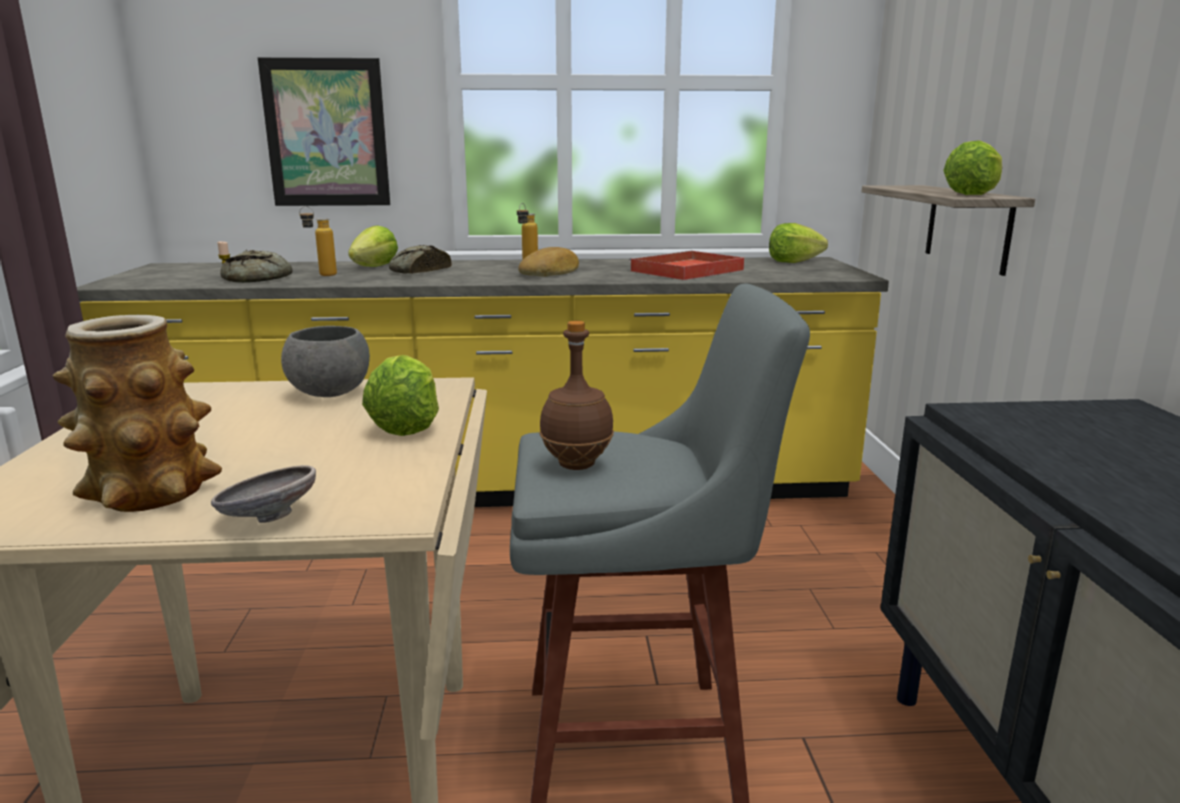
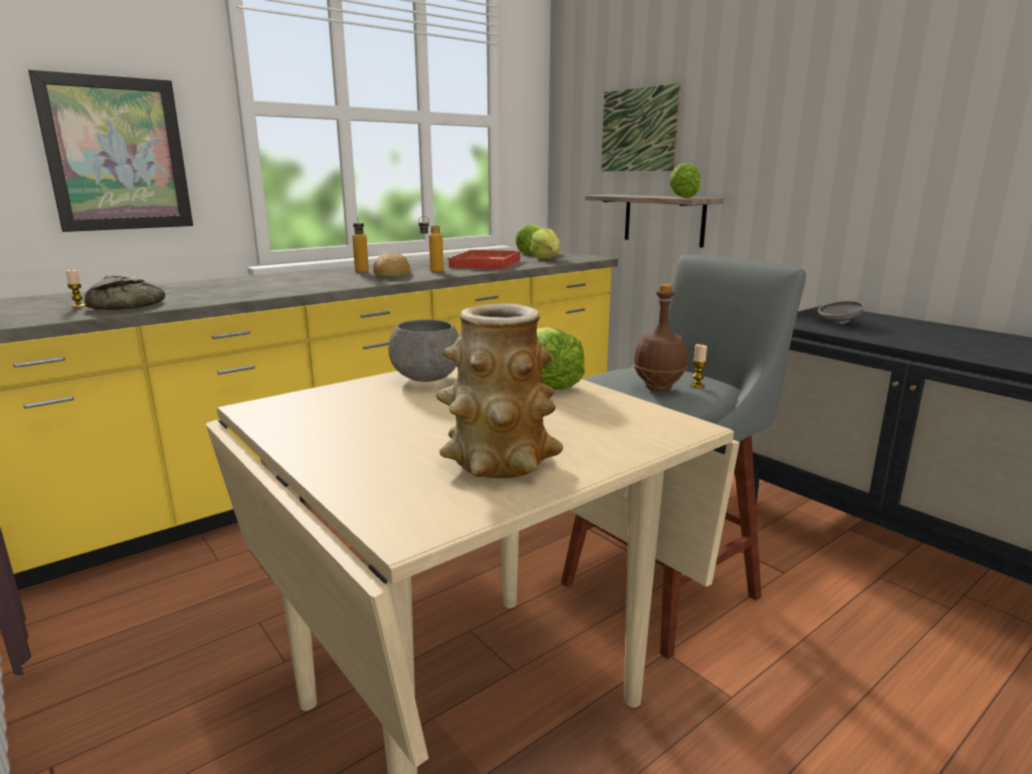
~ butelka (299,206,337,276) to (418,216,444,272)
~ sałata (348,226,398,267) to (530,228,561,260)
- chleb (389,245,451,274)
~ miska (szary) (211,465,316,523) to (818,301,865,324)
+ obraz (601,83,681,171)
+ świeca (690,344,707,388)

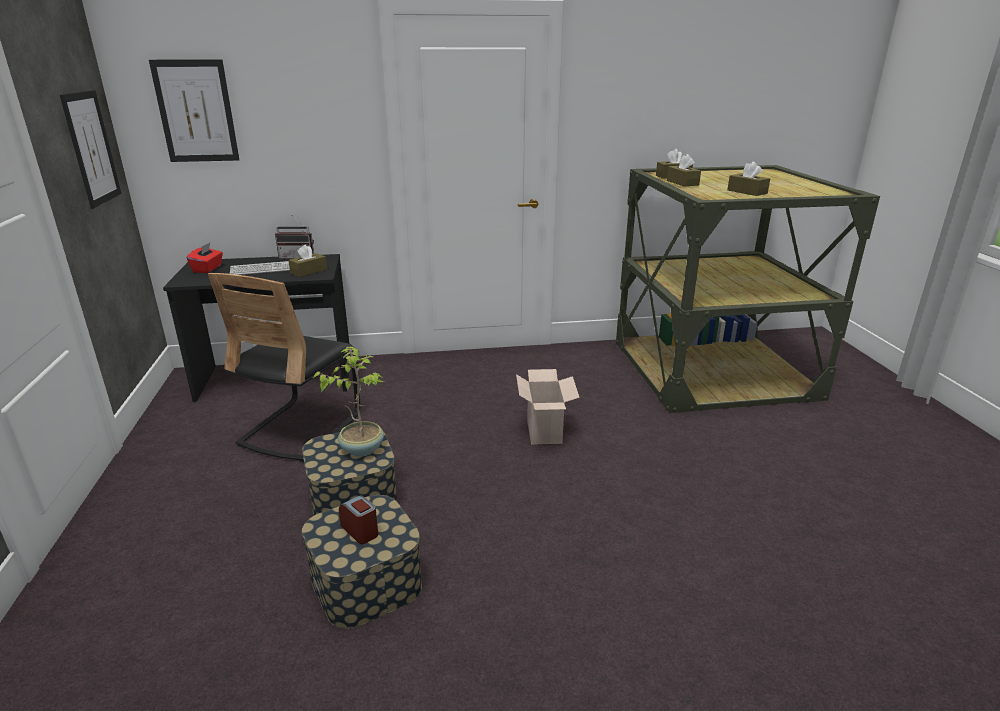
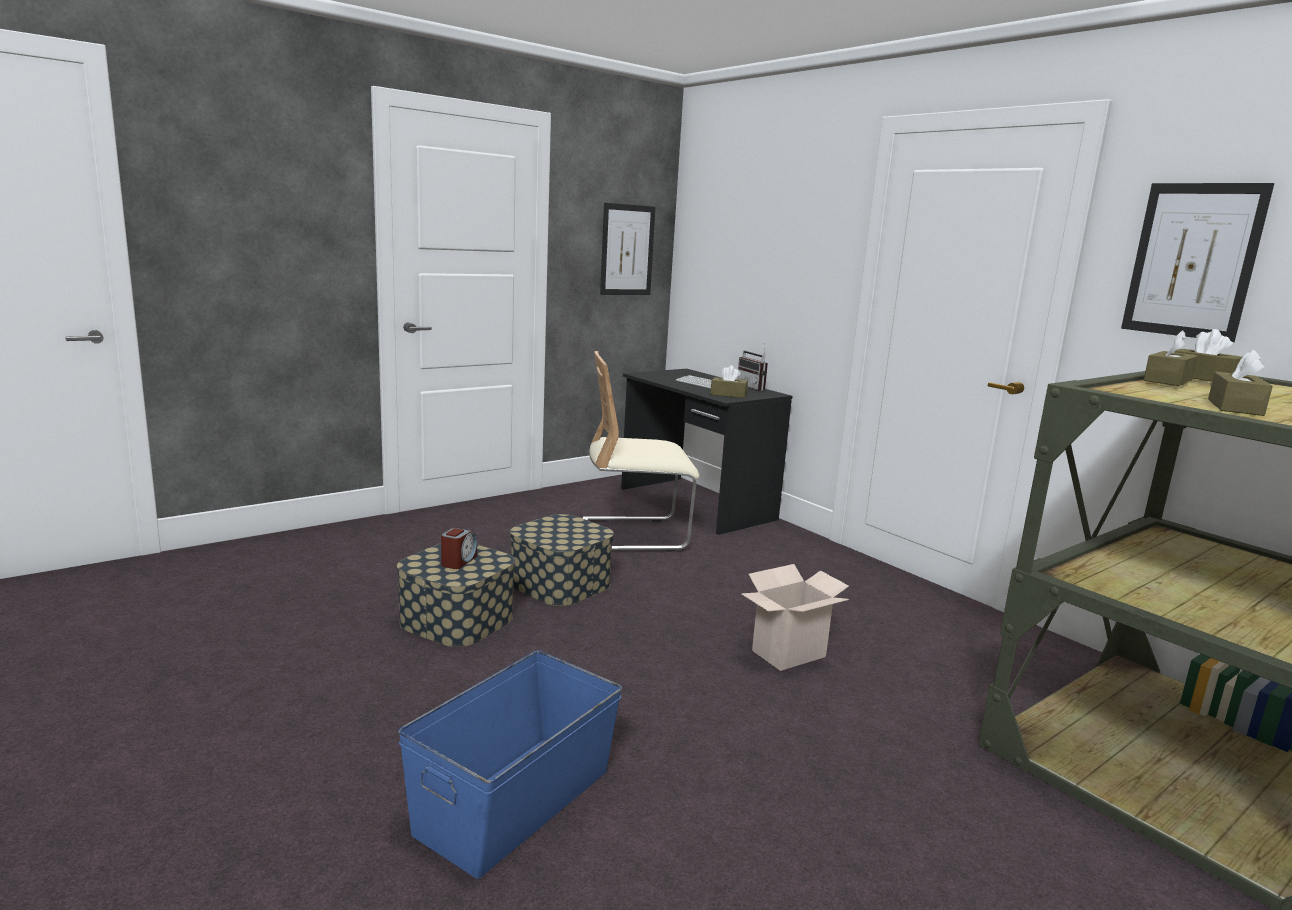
~ obraz (149,59,239,162) to (1121,183,1274,342)
- pudełko chusteczek (czerwony) (187,243,223,273)
~ krzesło (czarny) (208,273,361,462) to krzesło (beżowy) (583,351,700,552)
- roślina doniczkowa (312,347,384,457)
+ pojemnik do przechowywania (niebieski) (398,650,622,879)

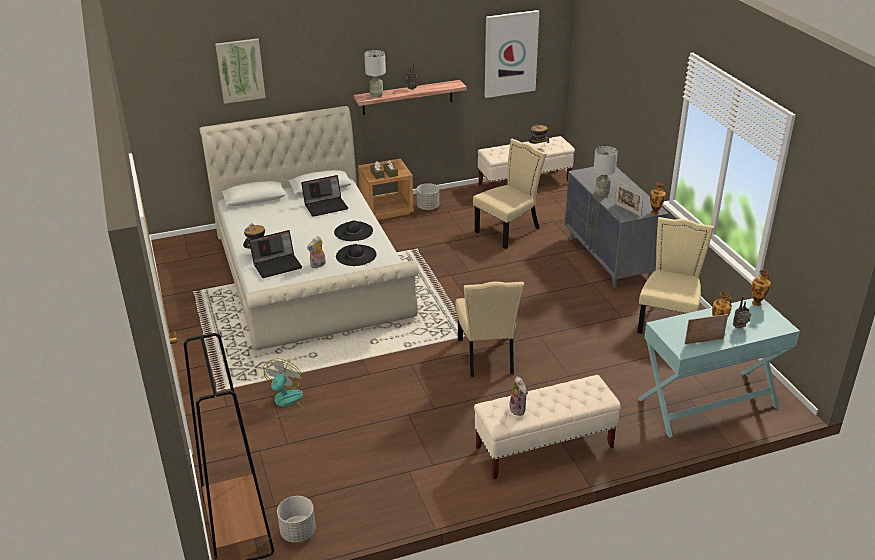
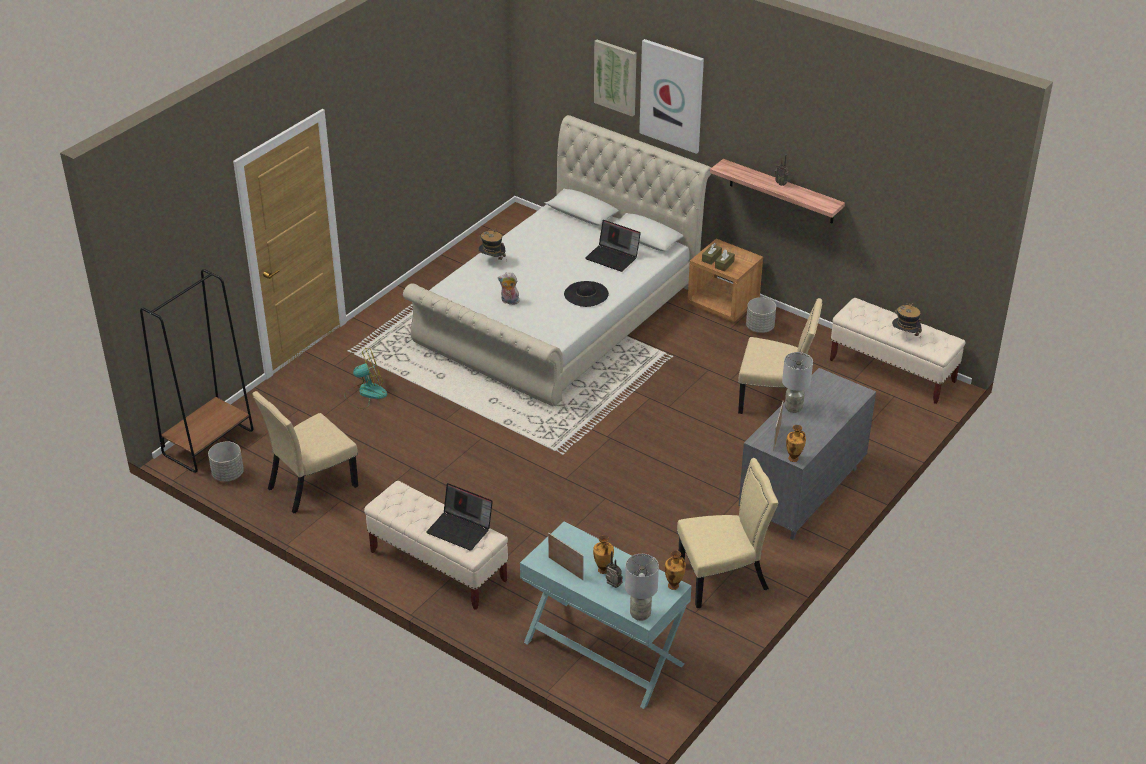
~ obraz (485,10,539,98) to (639,39,704,154)
~ lampa stołowa (szary) (364,50,386,98) to (625,554,659,621)
~ laptop (249,230,302,278) to (426,483,493,551)
- kapelusz (czarny) (336,244,377,266)
~ krzesło (beżowy) (455,282,524,377) to (252,391,358,514)
- pluszak (509,376,528,416)

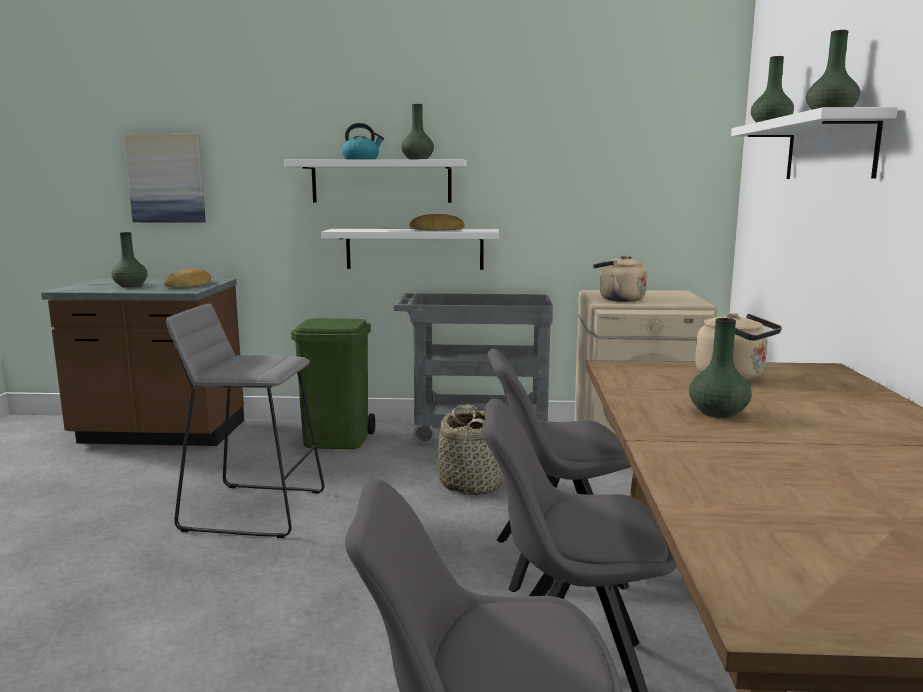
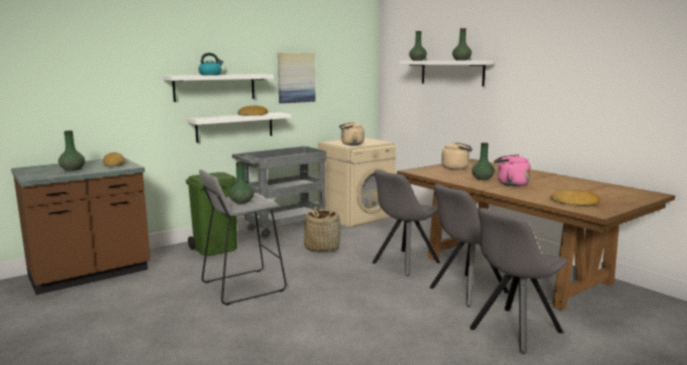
~ wazon (zielony) (401,104,434,159) to (229,162,254,204)
~ obraz (124,134,206,223) to (278,53,315,103)
+ czajnik (różowy) (494,154,531,186)
+ chleb (550,189,600,206)

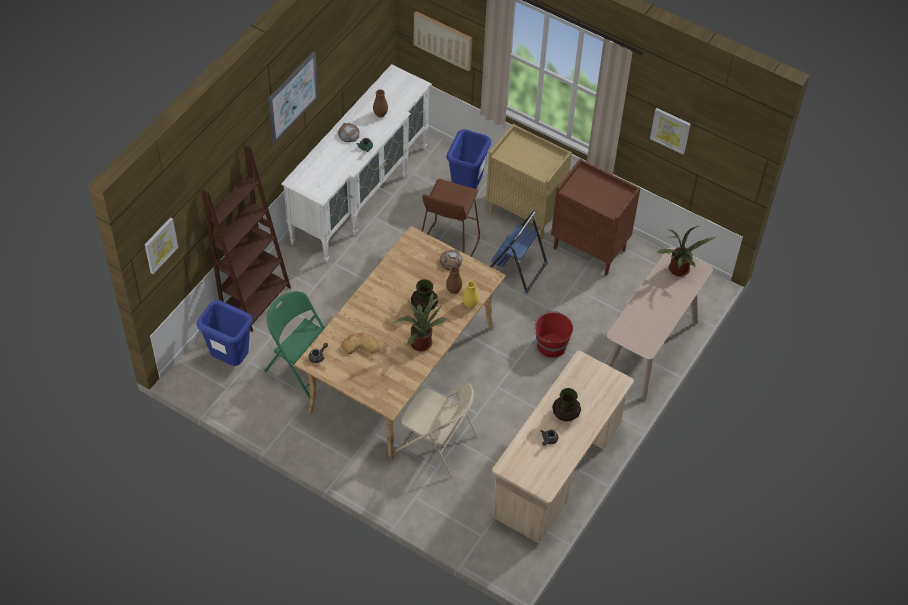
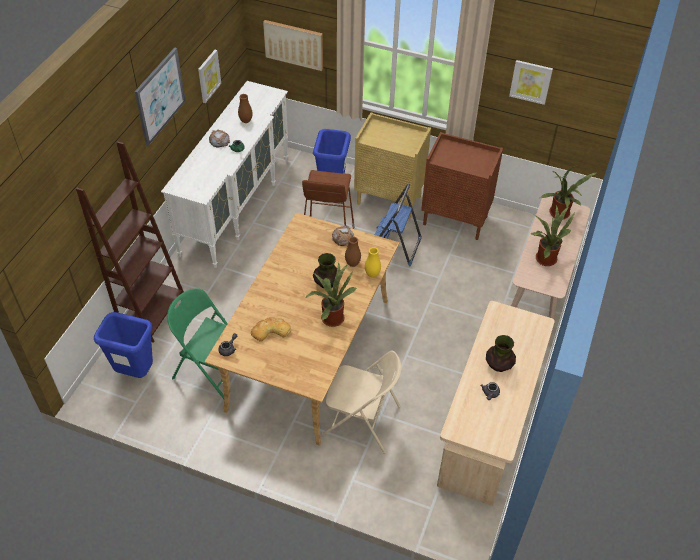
~ obraz (145,218,178,274) to (198,50,221,103)
- wiadro (czerwony) (533,311,573,358)
+ roślina doniczkowa (530,205,575,266)

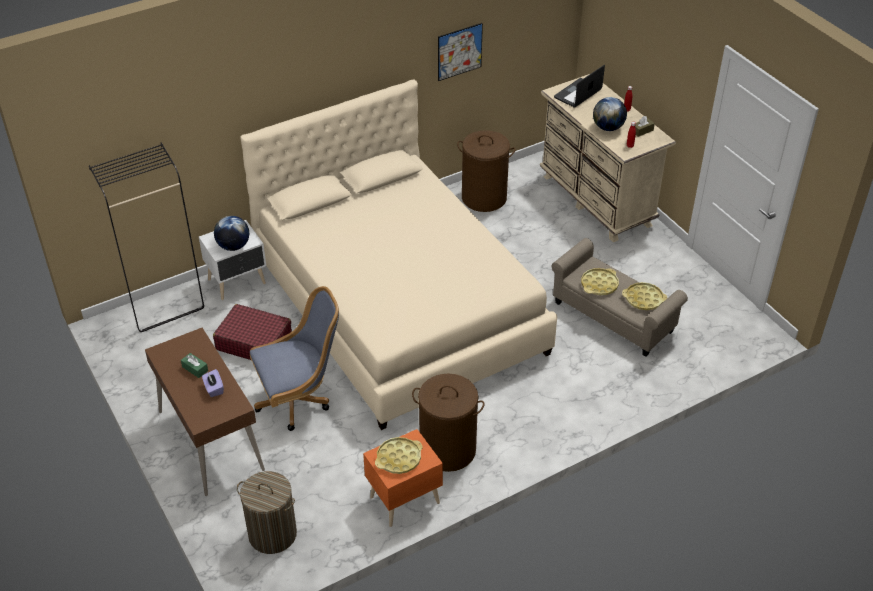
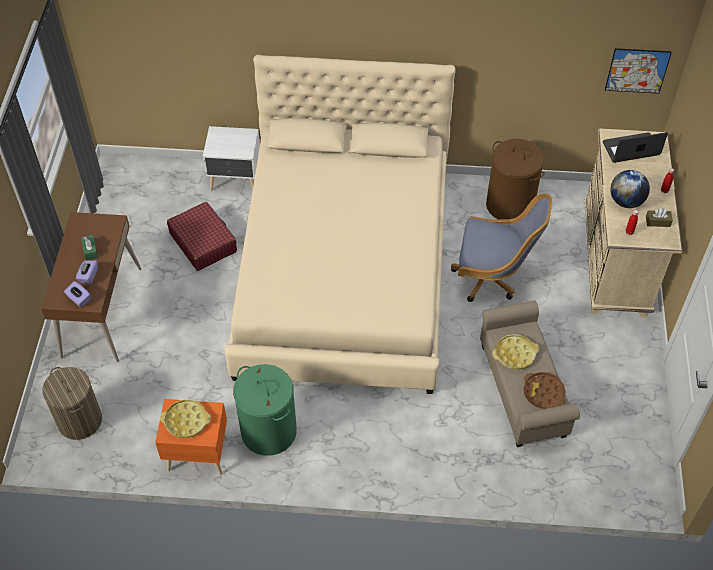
~ obraz (438,23,483,81) to (605,48,672,94)
- wieszak (czarny) (89,142,204,332)
- globus (214,216,249,251)
~ taca (żółty) (622,282,667,310) to taca (brązowy) (523,372,566,409)
~ krzesło biurowe (niebieski) (250,286,339,431) to (451,193,552,302)
~ kosz na pranie (brązowy) (412,374,485,472) to kosz na pranie (zielony) (233,364,297,456)
+ pudełko chusteczek (fioletowy) (64,281,91,307)

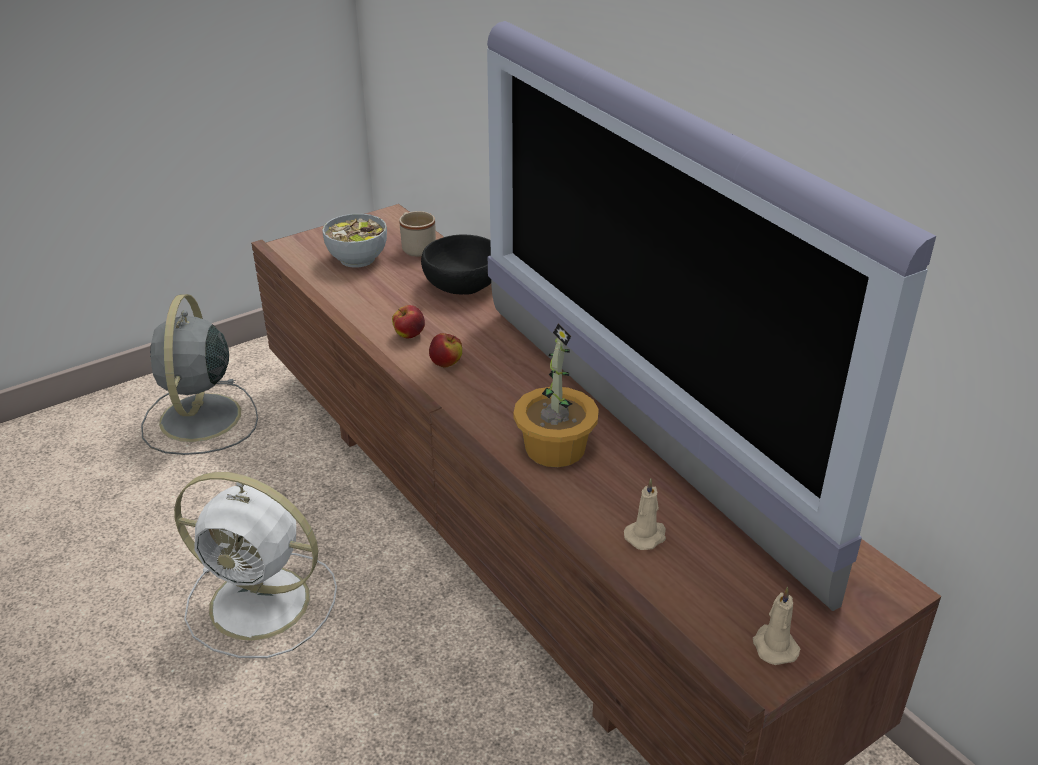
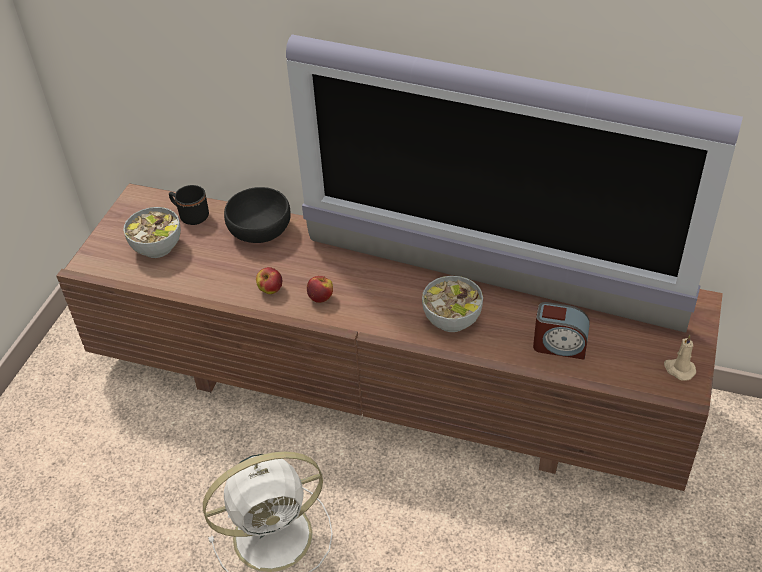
~ kubek (beżowy) (399,211,436,257) to kubek (czarny) (169,185,209,225)
- wentylator (szary) (141,294,258,455)
~ roślina doniczkowa (514,323,599,467) to miska (422,276,483,332)
~ świeca (beżowy) (624,479,666,550) to budzik (533,302,590,359)

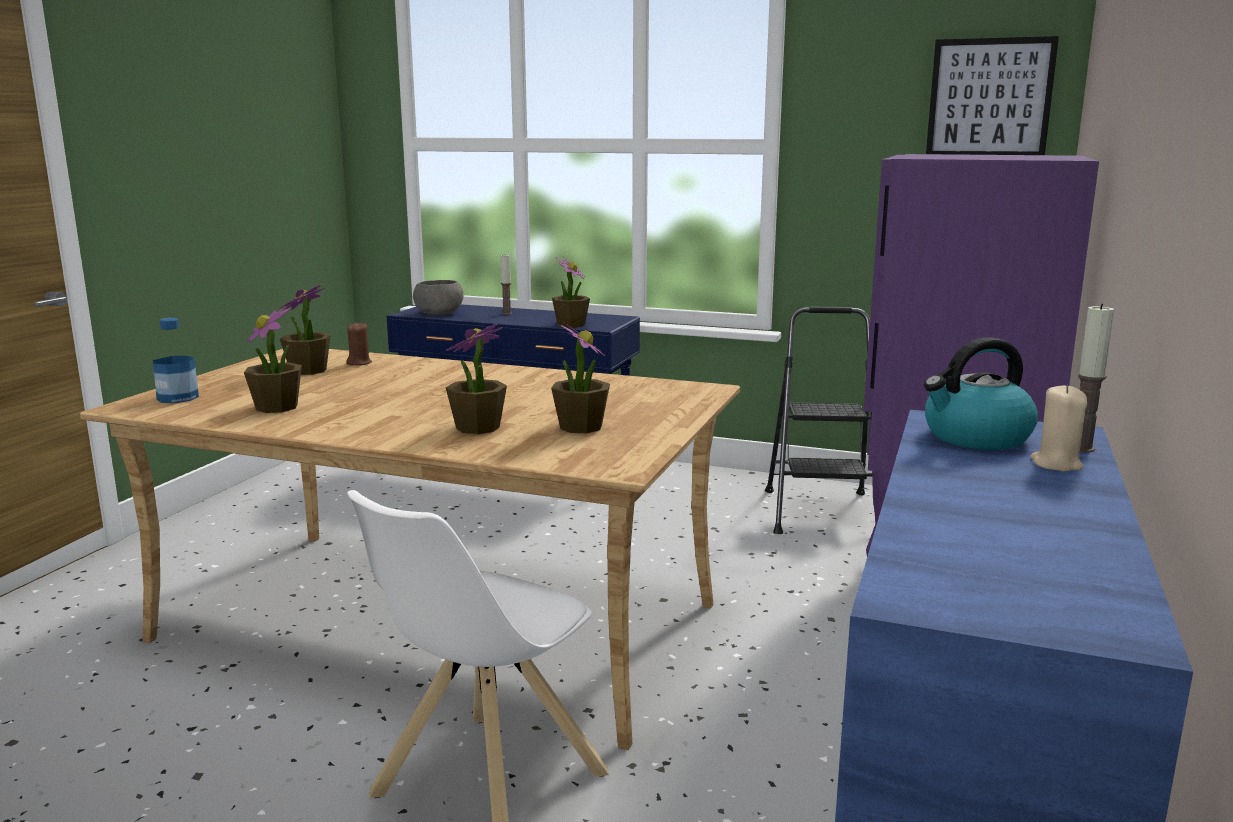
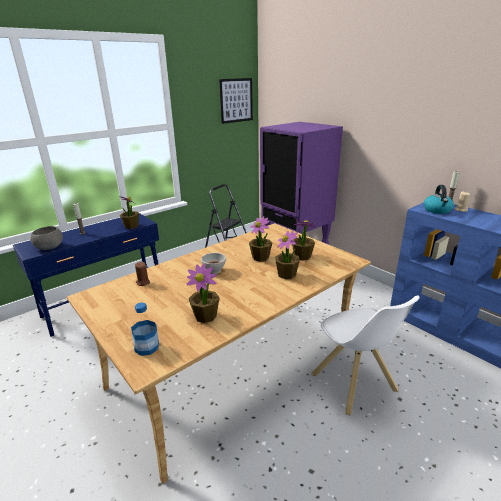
~ roślina doniczkowa (280,285,331,375) to (249,216,272,262)
+ miska (biały) (201,253,226,274)

